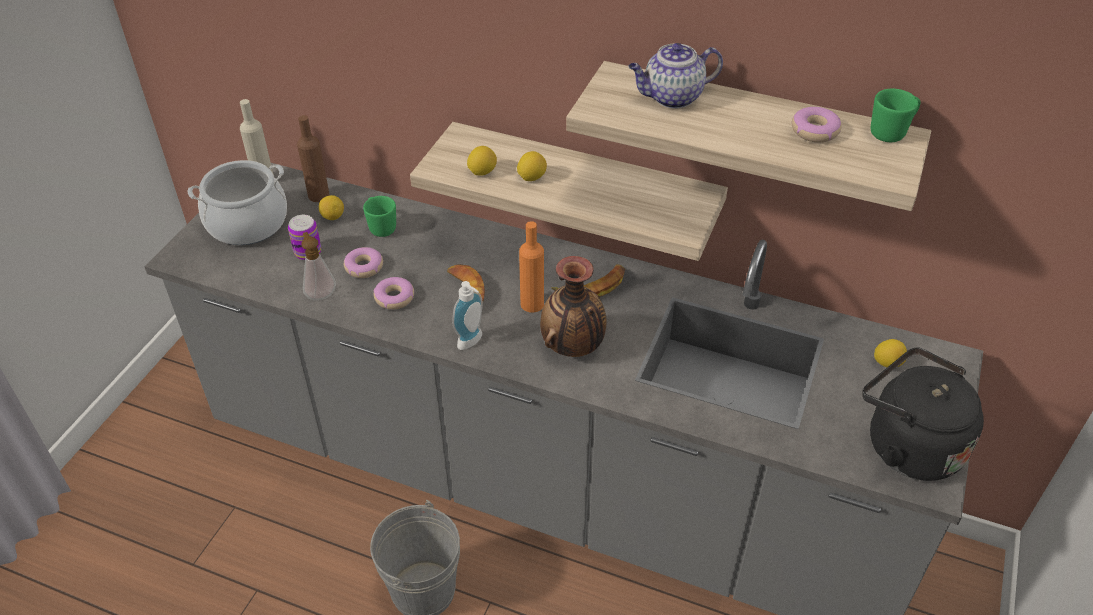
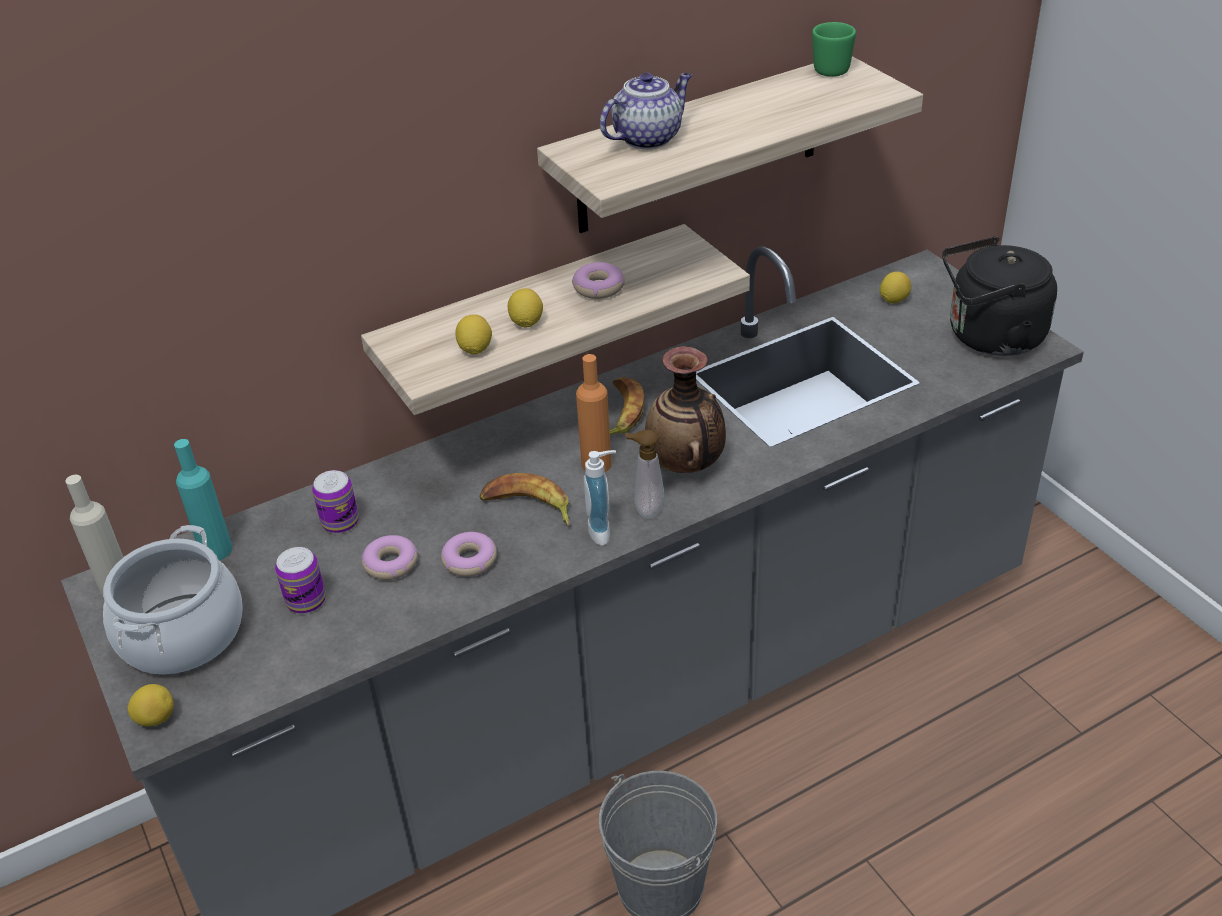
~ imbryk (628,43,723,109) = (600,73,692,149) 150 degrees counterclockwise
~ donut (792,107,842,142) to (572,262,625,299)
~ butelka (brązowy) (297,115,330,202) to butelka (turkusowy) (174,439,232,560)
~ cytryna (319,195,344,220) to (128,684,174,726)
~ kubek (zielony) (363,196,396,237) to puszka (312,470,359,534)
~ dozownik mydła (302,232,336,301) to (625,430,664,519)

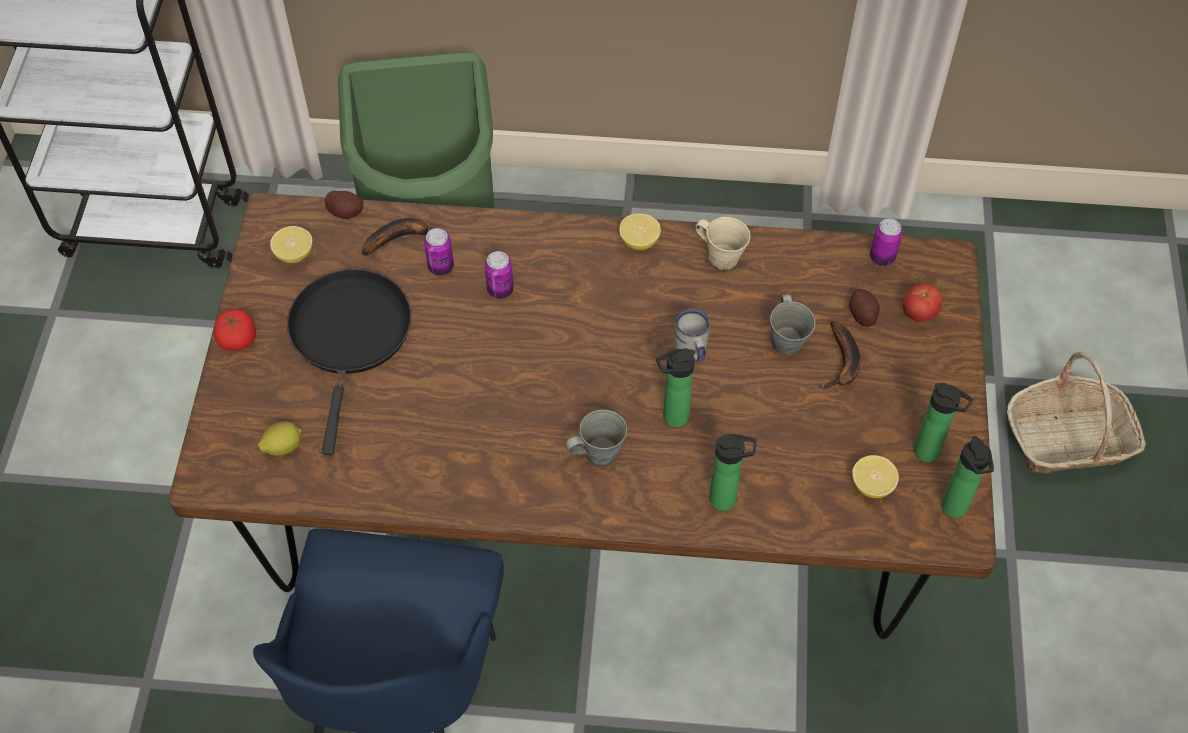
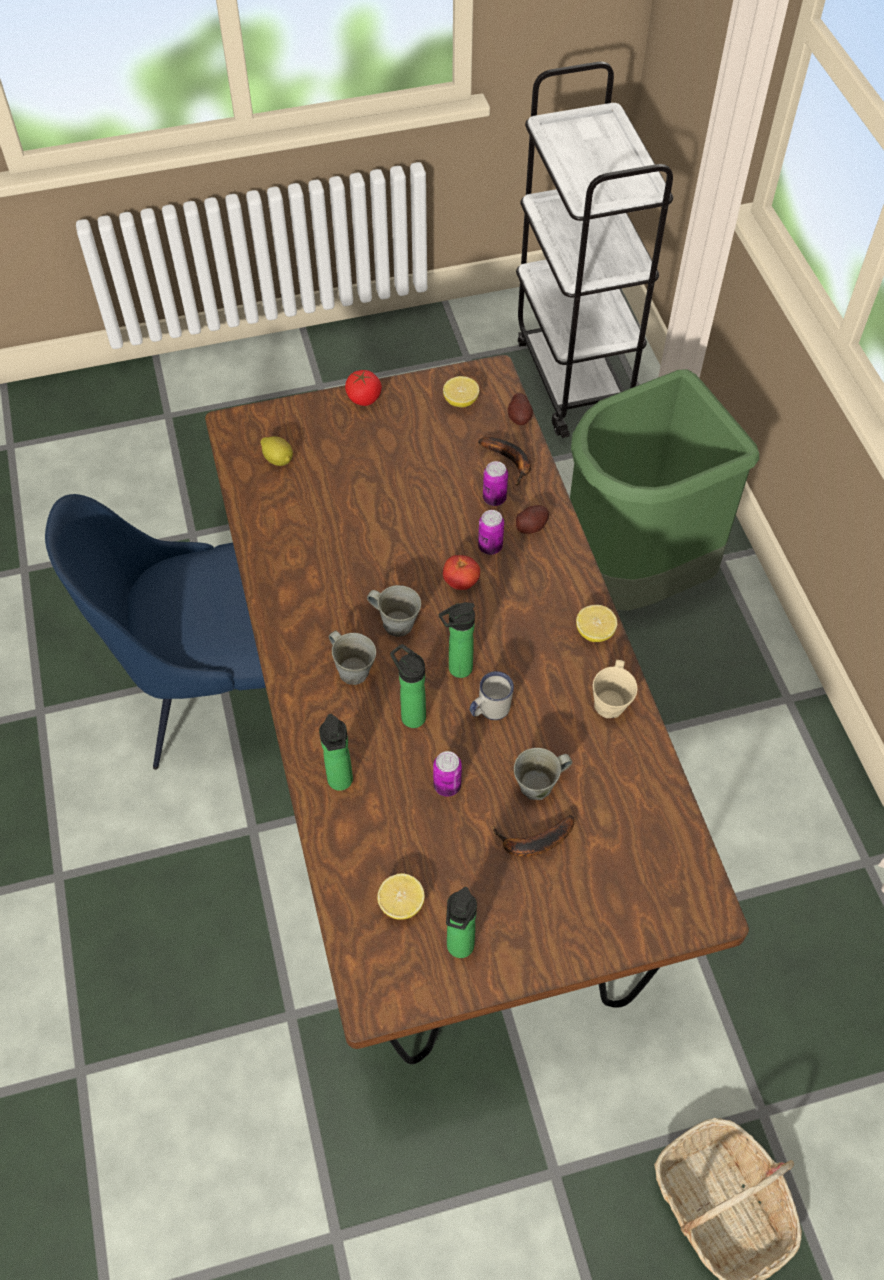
~ puszka (870,218,903,266) to (433,751,462,797)
- patelnia (czarny) (287,269,411,455)
~ pomidor (903,283,943,322) to (443,555,480,590)
~ ziemniak (849,289,880,327) to (516,505,549,534)
~ butelka (941,436,994,518) to (439,602,475,678)
+ kubek (szary) (367,585,421,637)

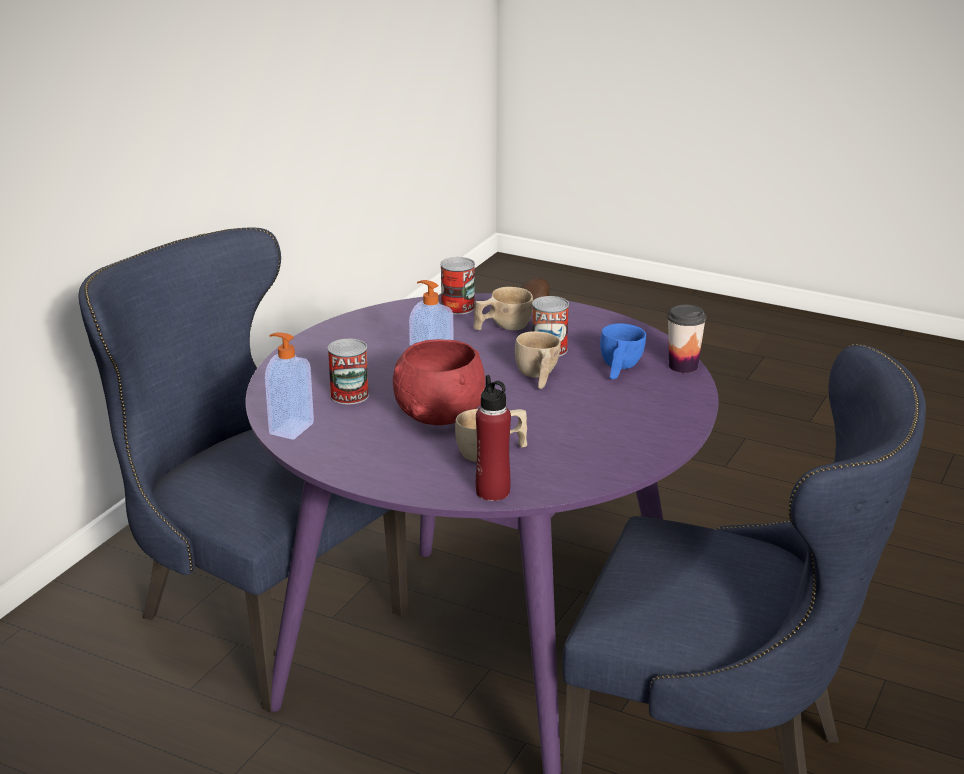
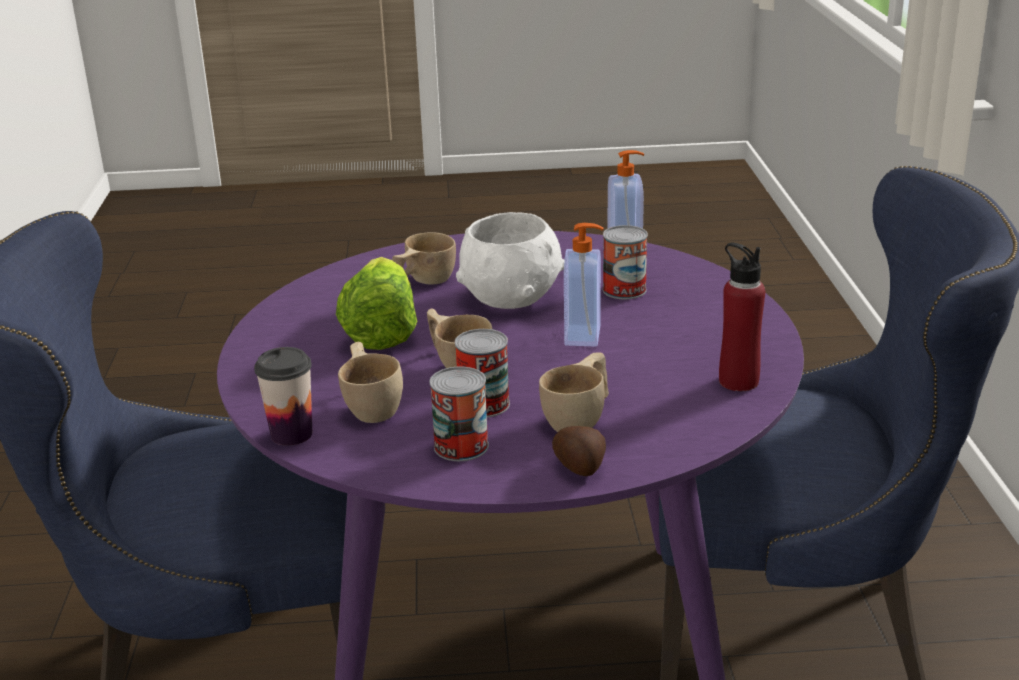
~ puszka (440,257,475,315) to (430,367,489,461)
~ filiżanka (niebieski) (600,323,646,379) to filiżanka (beżowy) (338,341,403,423)
~ miska (czerwony) (393,339,485,425) to miska (biały) (456,212,564,309)
~ butelka (czerwony) (476,375,511,501) to (719,243,765,391)
+ sałata (336,257,417,350)

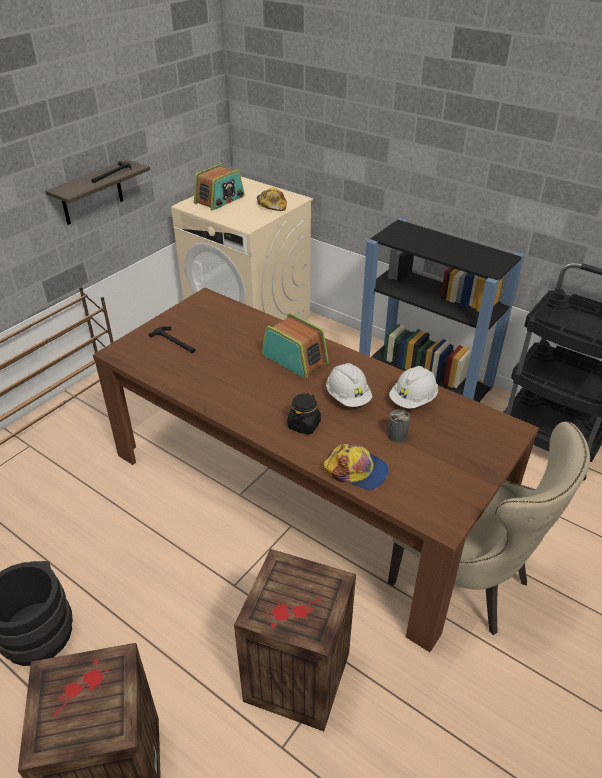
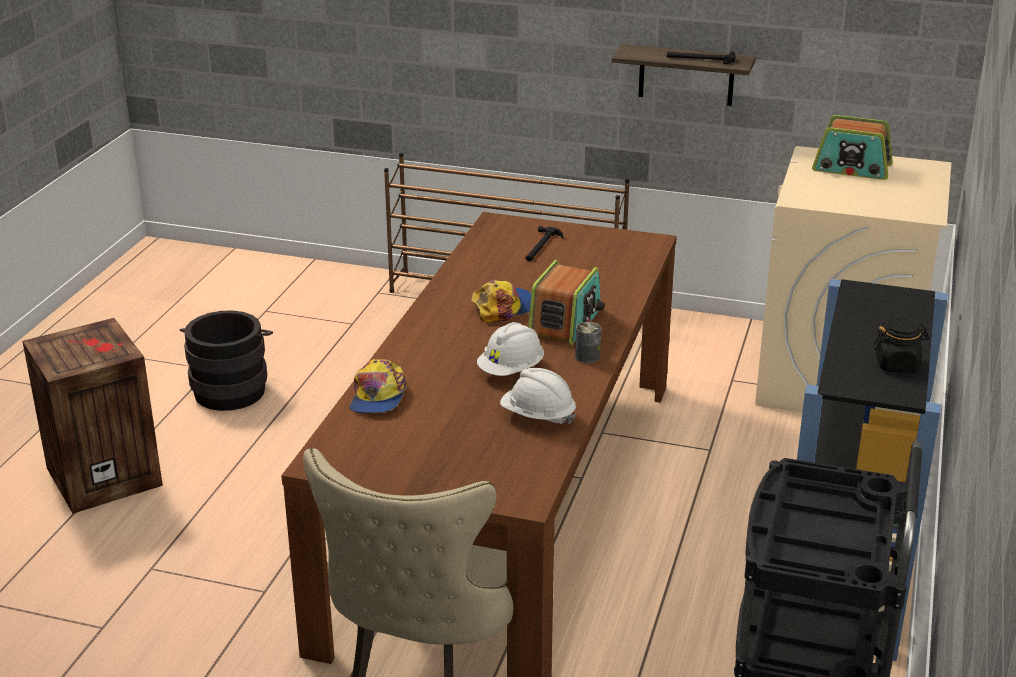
~ czapka z daszkiem (257,188,287,211) to (471,280,531,322)
~ słoik (czarny) (288,393,321,435) to (873,317,929,372)
~ puszka (388,409,410,443) to (575,322,601,363)
- skrzynka (234,549,356,731)

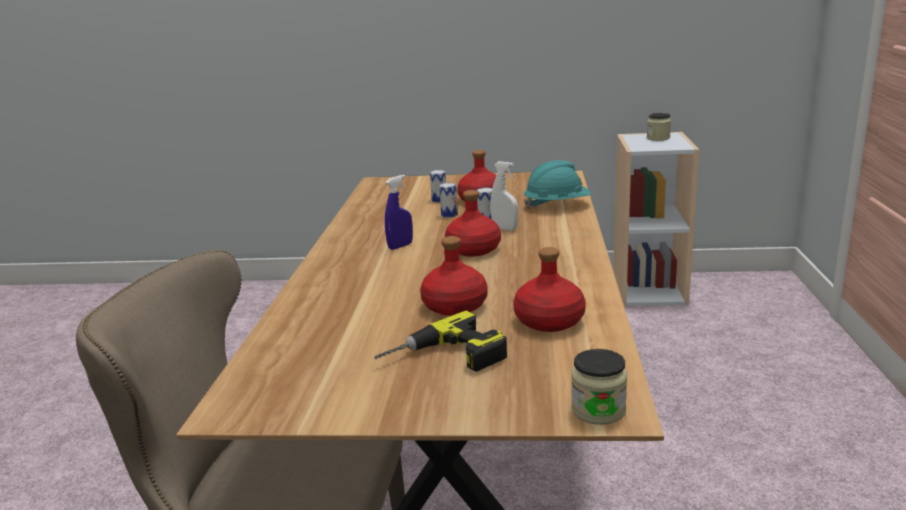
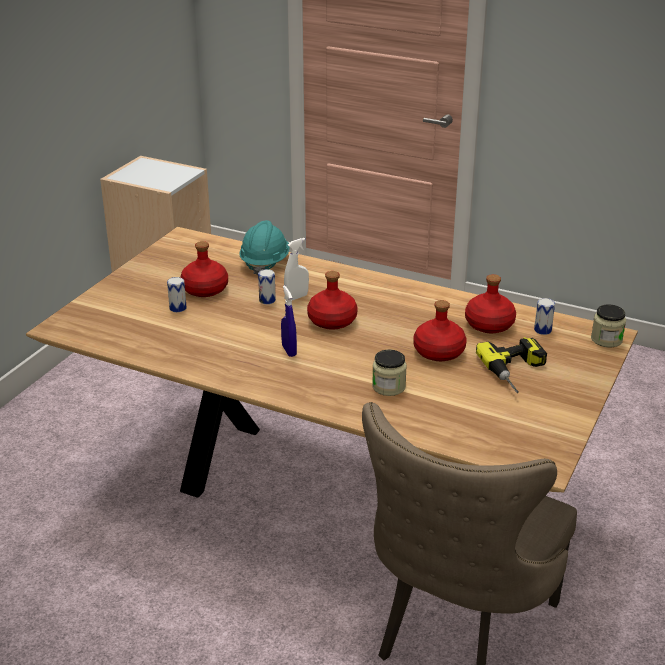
~ słoik (647,113,671,141) to (372,349,407,396)
~ puszka (439,183,458,218) to (534,298,555,335)

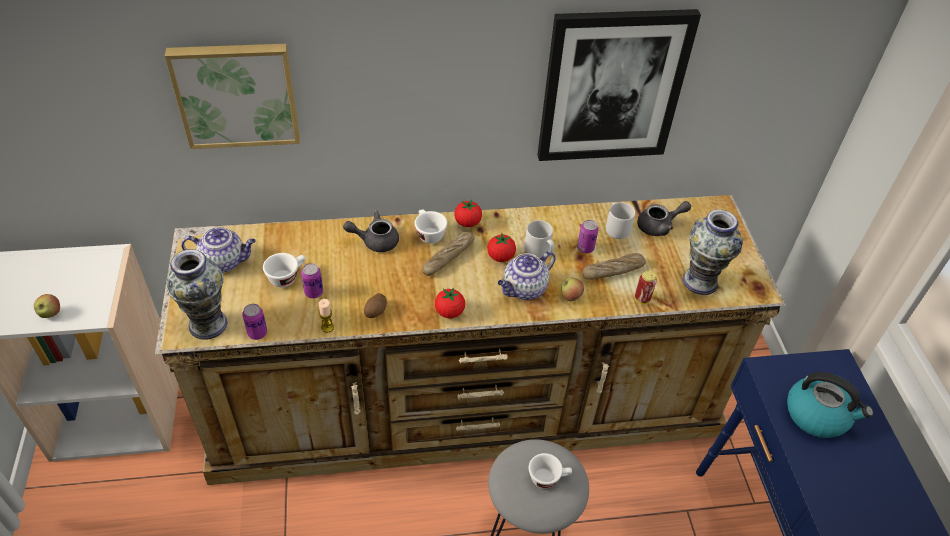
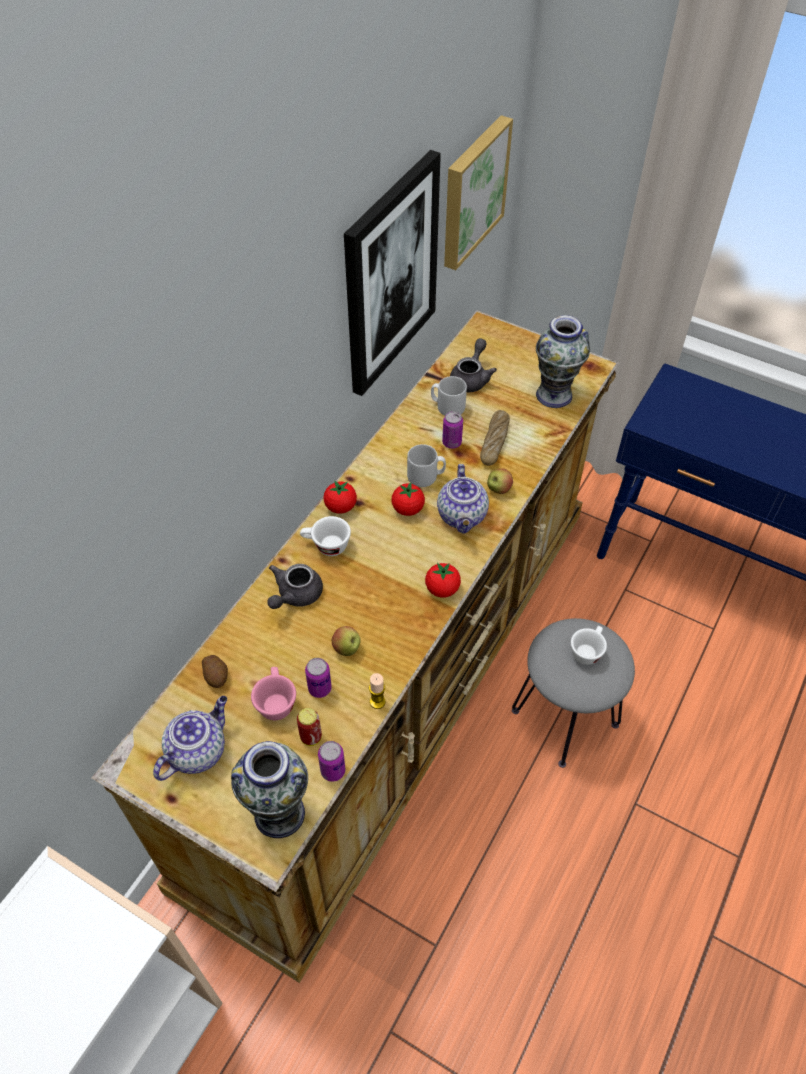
~ obraz (165,44,300,149) to (444,115,513,270)
- chleb (422,231,475,276)
~ filiżanka (biały) (263,253,305,287) to filiżanka (różowy) (251,667,296,720)
~ puszka (635,271,657,304) to (297,708,322,746)
~ ziemniak (364,293,387,318) to (202,655,228,688)
~ jabłko (34,294,60,318) to (332,626,361,656)
- czajnik (787,372,873,438)

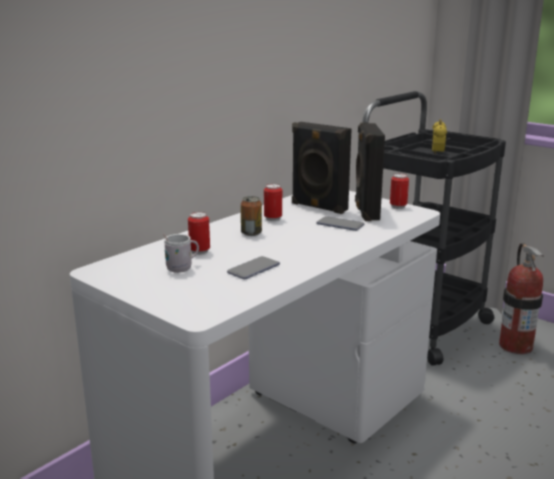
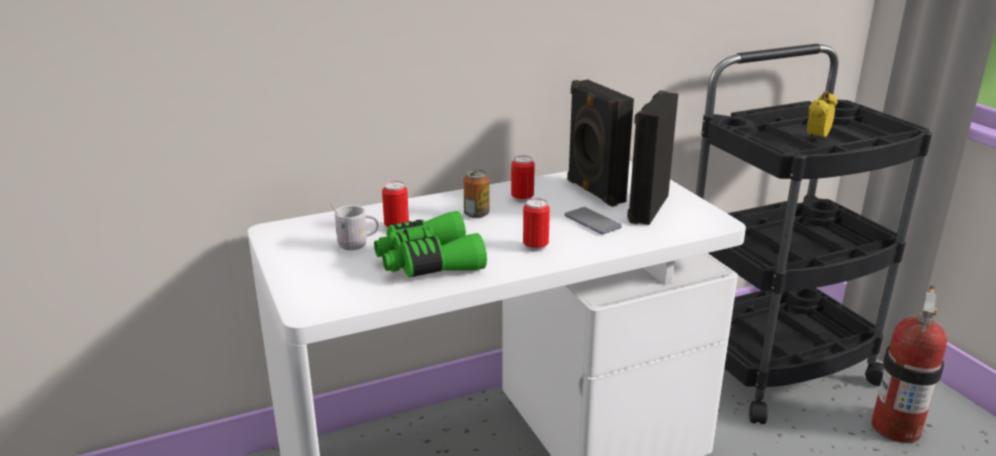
~ puszka (390,173,409,209) to (523,198,550,252)
~ telefon (227,256,280,279) to lornetka (zielony) (374,211,487,277)

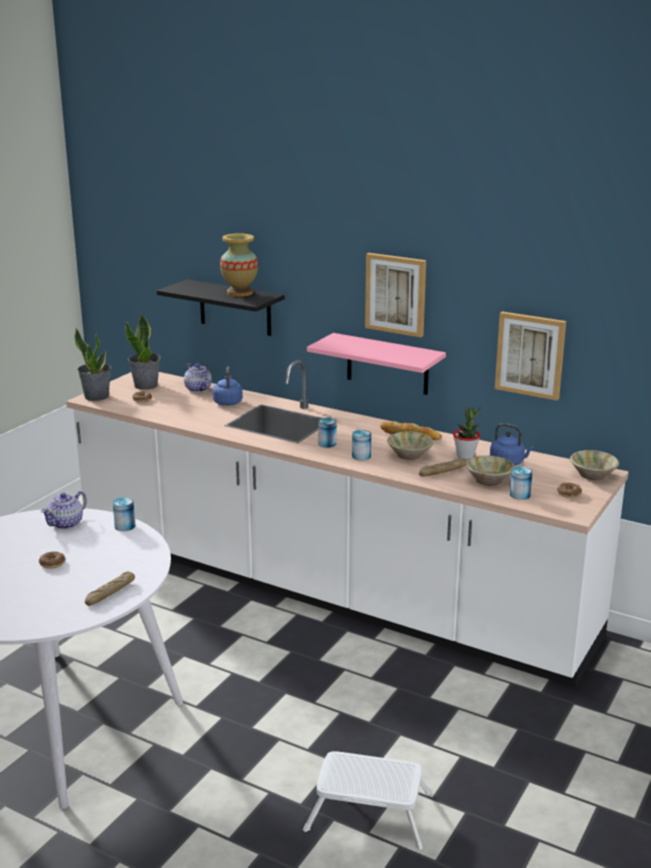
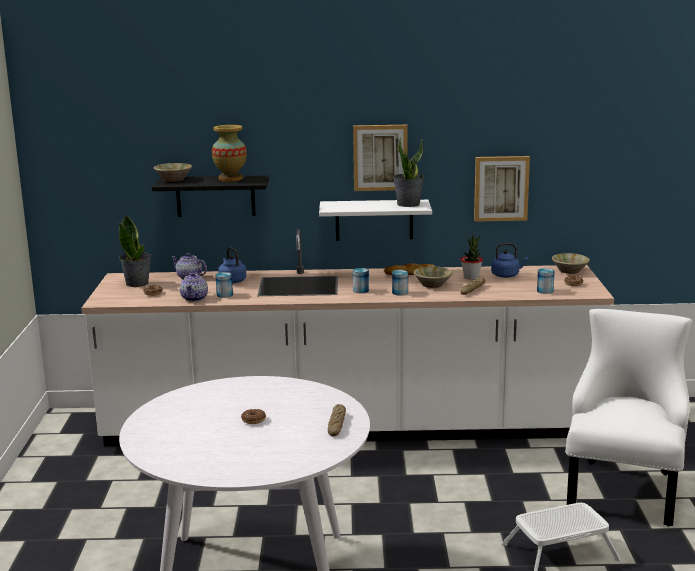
~ roślina doniczkowa (74,328,111,401) to (393,138,424,207)
~ półka (różowy) (307,333,446,395) to półka (biały) (319,200,432,241)
~ miska (beżowy) (466,455,515,486) to (154,163,192,182)
~ imbryk (41,491,87,529) to (180,273,208,302)
~ puszka (113,497,136,531) to (215,272,233,298)
+ krzesło (biały) (565,309,692,526)

